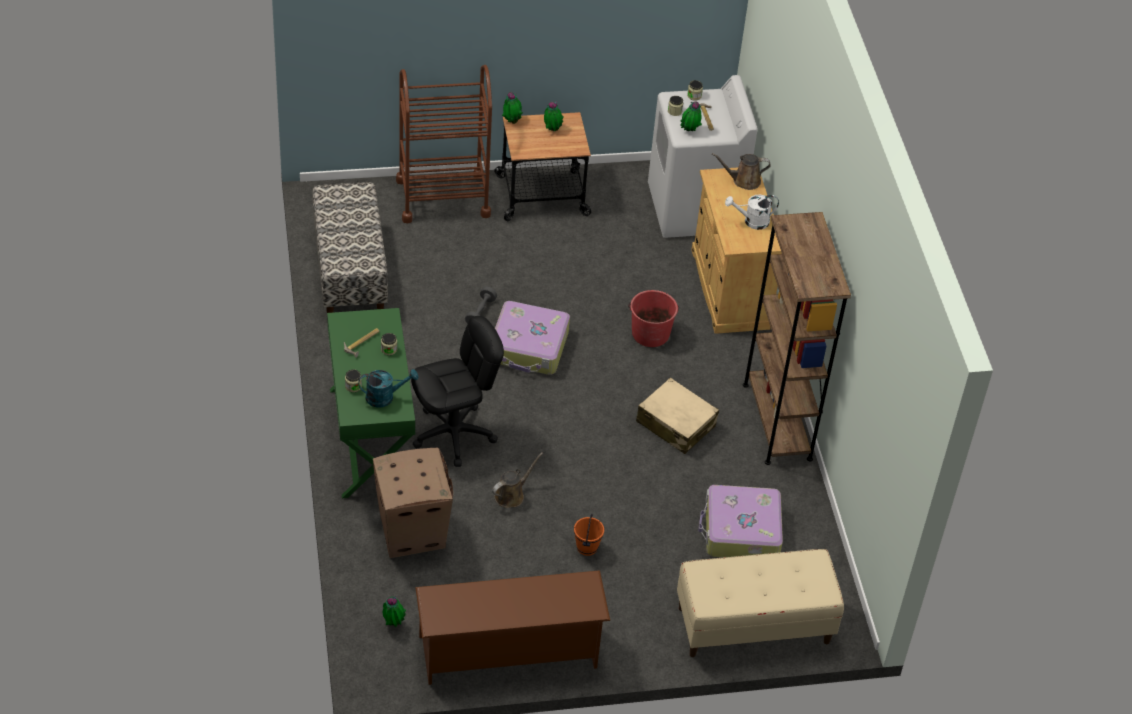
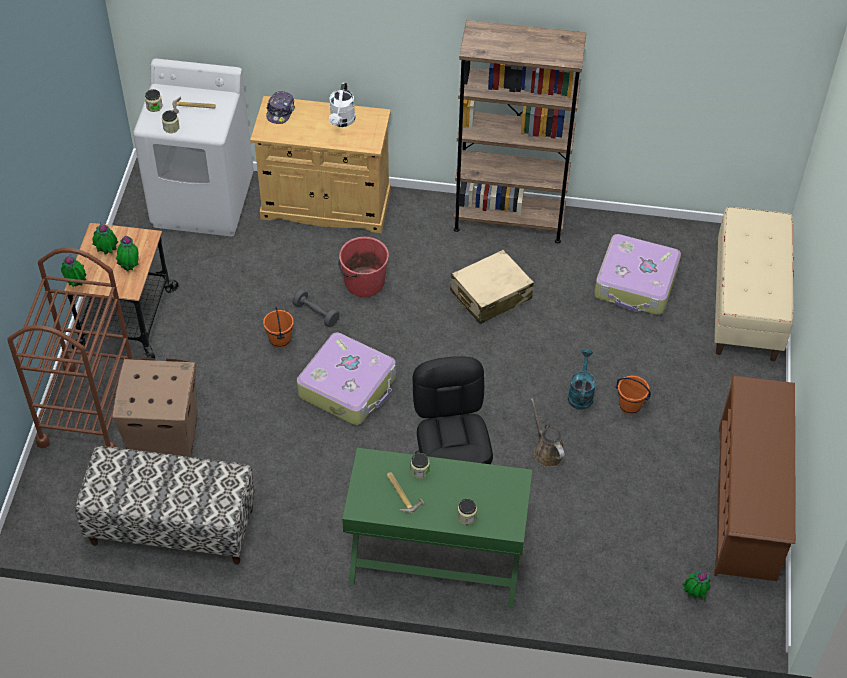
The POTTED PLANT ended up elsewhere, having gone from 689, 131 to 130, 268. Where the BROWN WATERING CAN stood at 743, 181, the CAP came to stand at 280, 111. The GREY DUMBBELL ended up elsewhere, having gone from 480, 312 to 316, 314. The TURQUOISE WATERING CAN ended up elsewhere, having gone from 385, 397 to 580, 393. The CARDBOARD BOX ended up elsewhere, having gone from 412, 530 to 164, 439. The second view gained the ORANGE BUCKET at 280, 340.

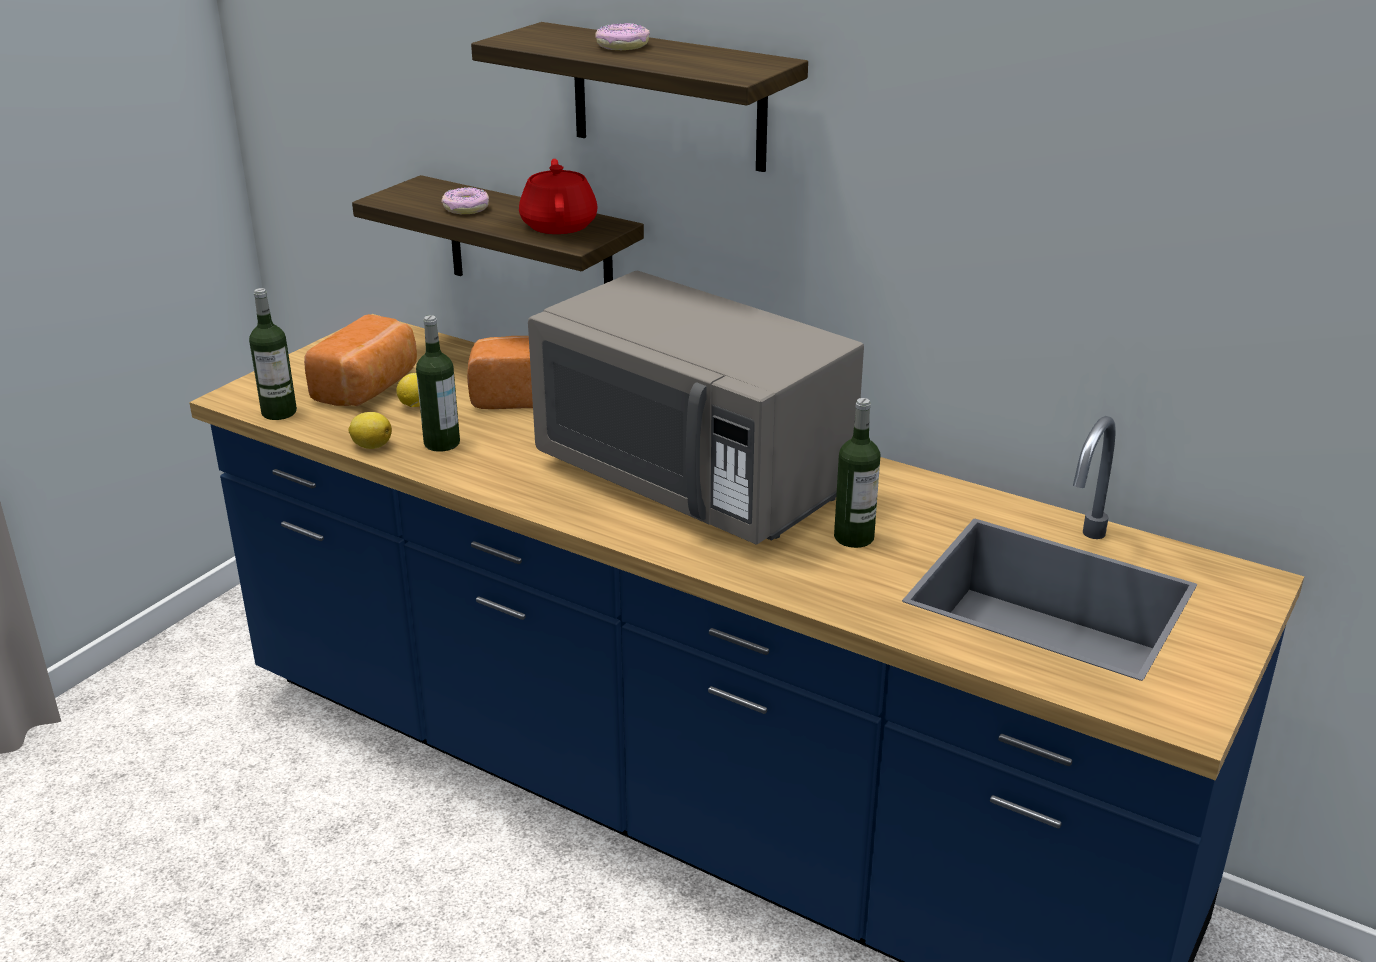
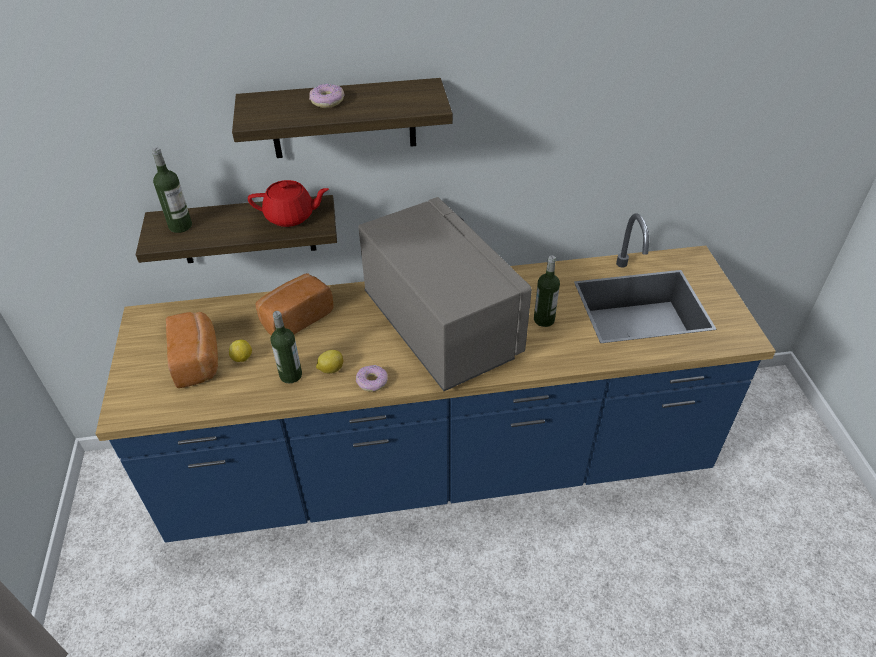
The RED TEAPOT at 559, 225 ended up facing another way, 135 degrees clockwise from before. The DONUT ended up elsewhere, having gone from 466, 208 to 372, 382. The GREY MICROWAVE at 693, 480 ended up facing another way, 120 degrees counterclockwise from before. The BOTTLE ended up elsewhere, having gone from 279, 412 to 180, 226. The LEMON ended up elsewhere, having gone from 371, 446 to 330, 369.

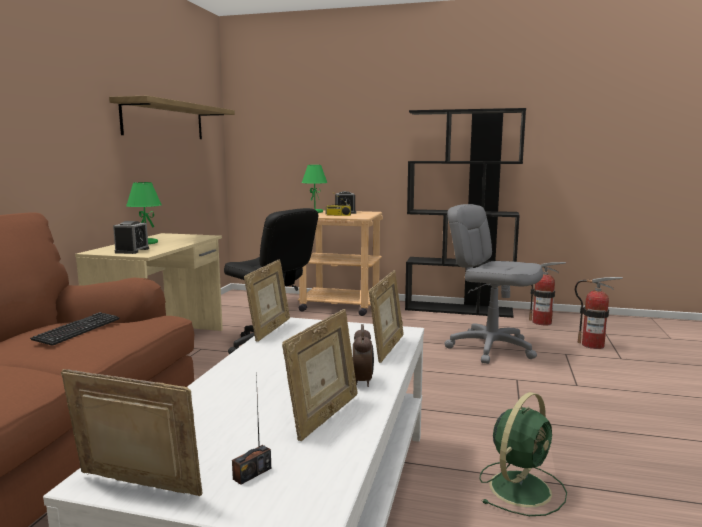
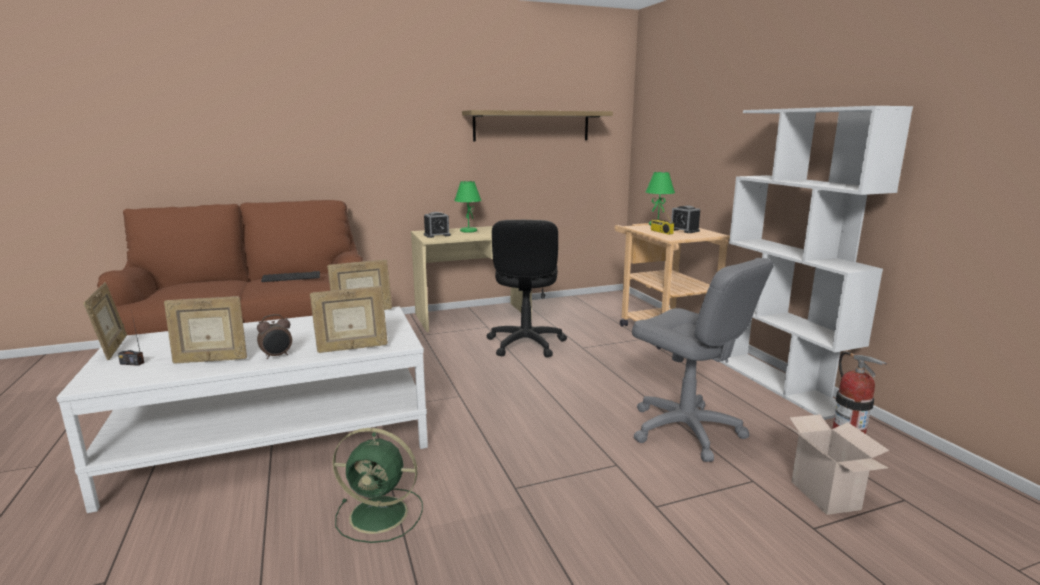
What was the BLACK BOOKCASE at 459, 309 turned into the WHITE BOOKCASE at 780, 384. The GREY OFFICE CHAIR at 490, 348 ended up facing another way, 135 degrees clockwise from before. Where the FIRE EXTINGUISHER stood at 593, 345, the CARDBOARD BOX came to stand at 827, 496.

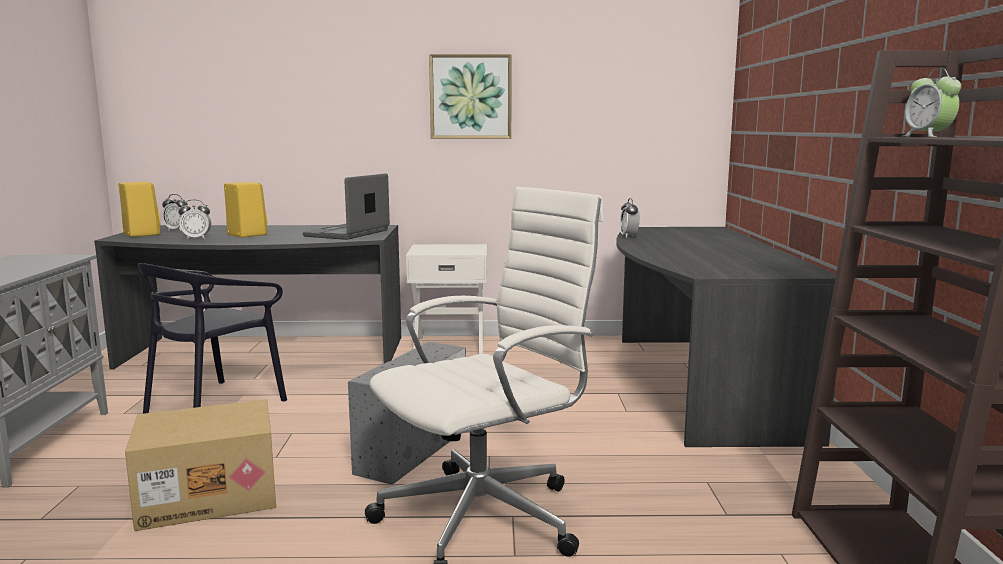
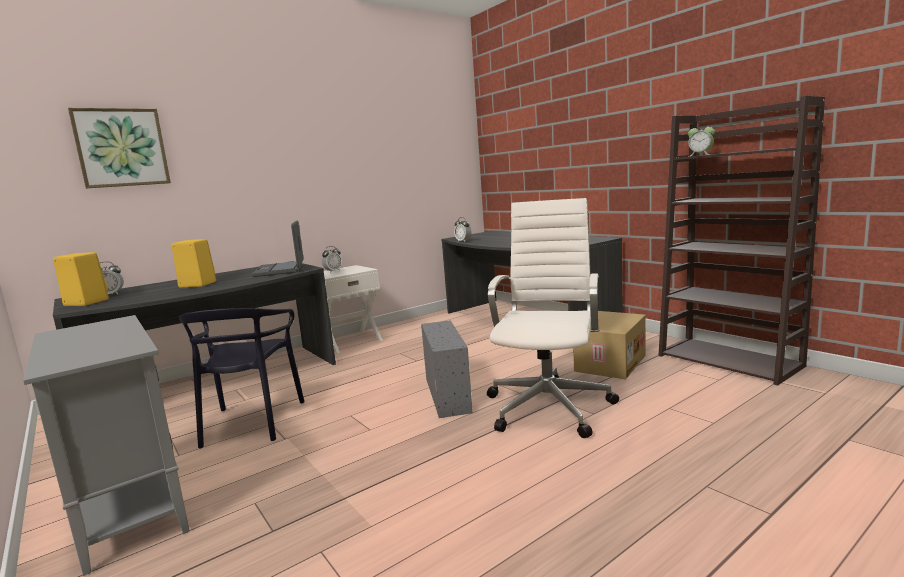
The PICTURE ended up elsewhere, having gone from 470, 97 to 121, 148. The ALARM CLOCK ended up elsewhere, having gone from 196, 238 to 333, 271. The CARDBOARD BOX ended up elsewhere, having gone from 210, 495 to 609, 363.

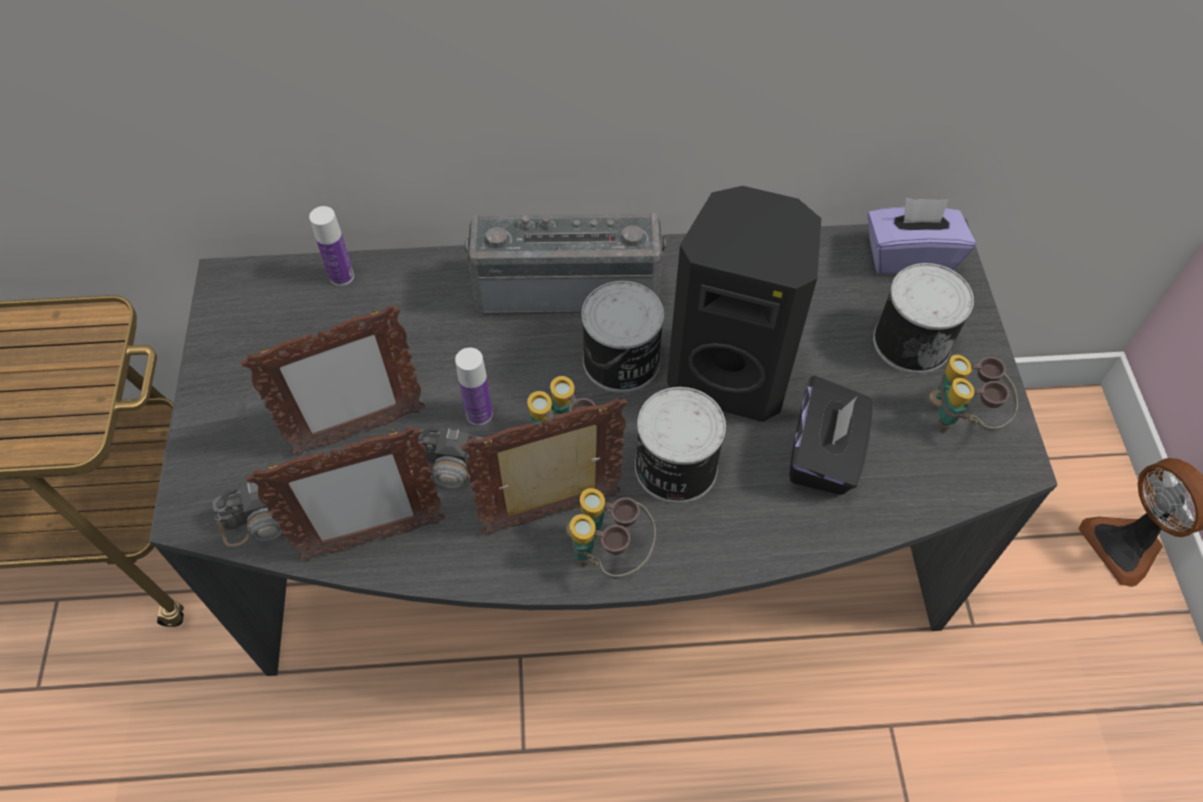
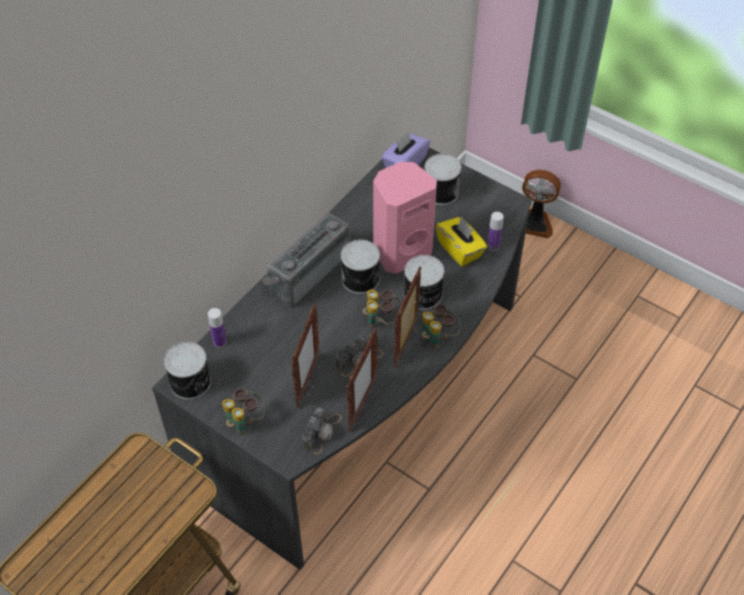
What was the BLACK SPEAKER at 731, 374 turned into the PINK SPEAKER at 400, 251. The BOTTLE ended up elsewhere, having gone from 479, 414 to 493, 246. The BINOCULARS ended up elsewhere, having gone from 961, 418 to 245, 421. What was the BLACK TISSUE BOX at 824, 455 turned into the YELLOW TISSUE BOX at 460, 250. The second view gained the CAN at 191, 382.

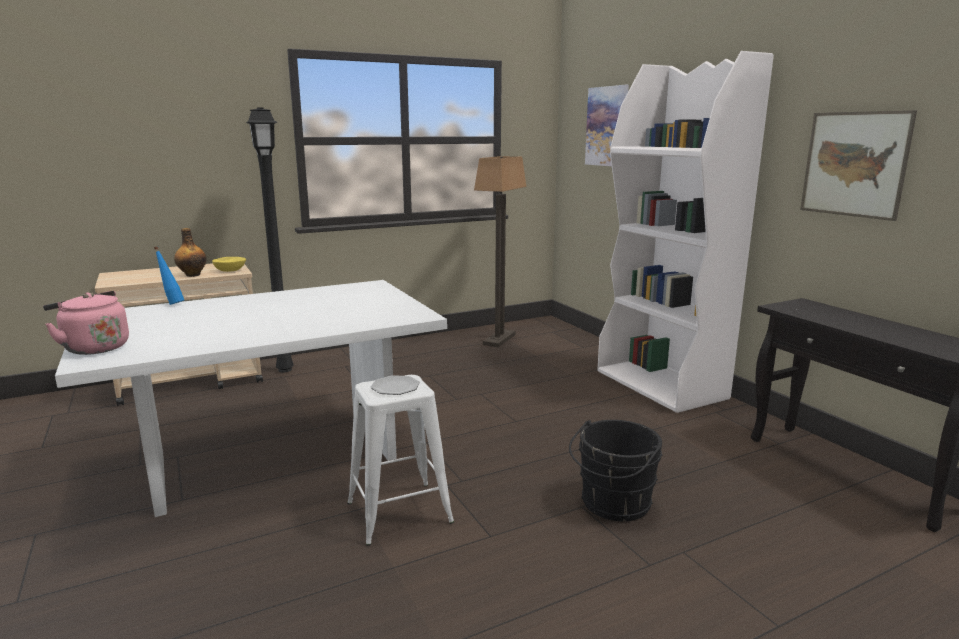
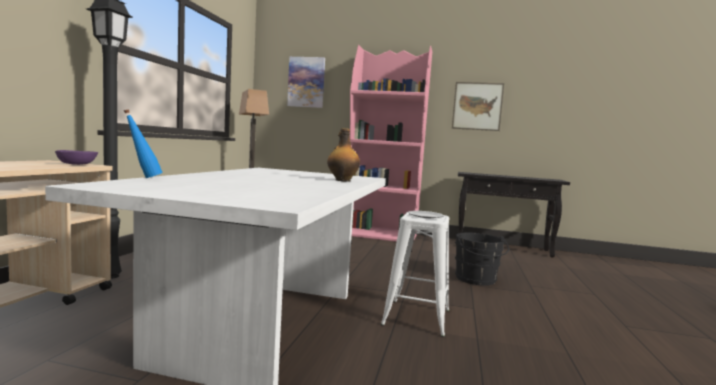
What was the WHITE BOOKCASE at 661, 385 turned into the PINK BOOKCASE at 380, 235. The BOTTLE ended up elsewhere, having gone from 192, 275 to 342, 180. What was the YELLOW BOWL at 230, 271 turned into the PURPLE BOWL at 77, 164. The second view lost the PINK KETTLE at 94, 348.

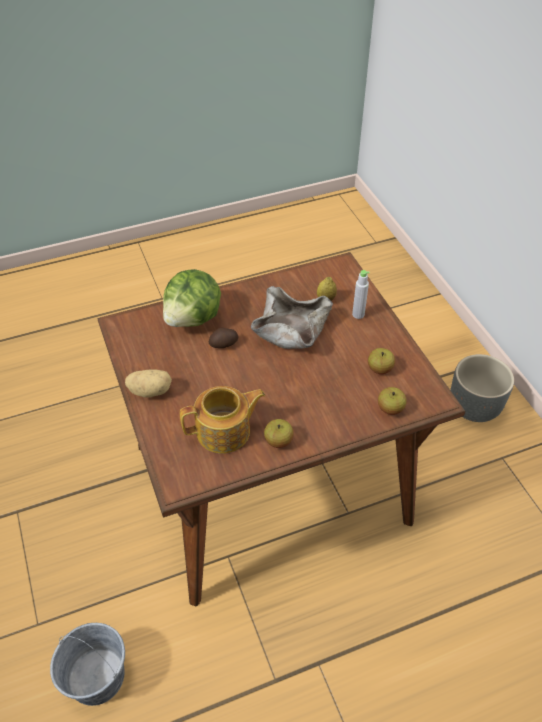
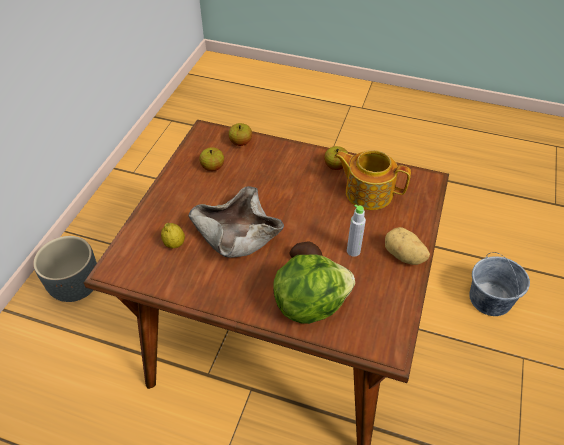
The GREY BOTTLE ended up elsewhere, having gone from 358, 314 to 353, 251.

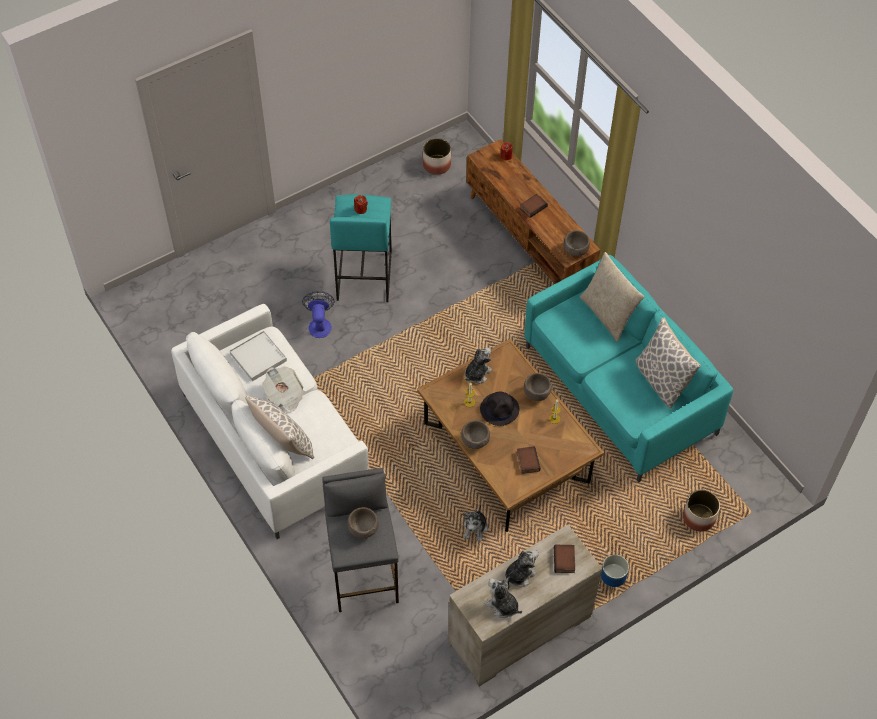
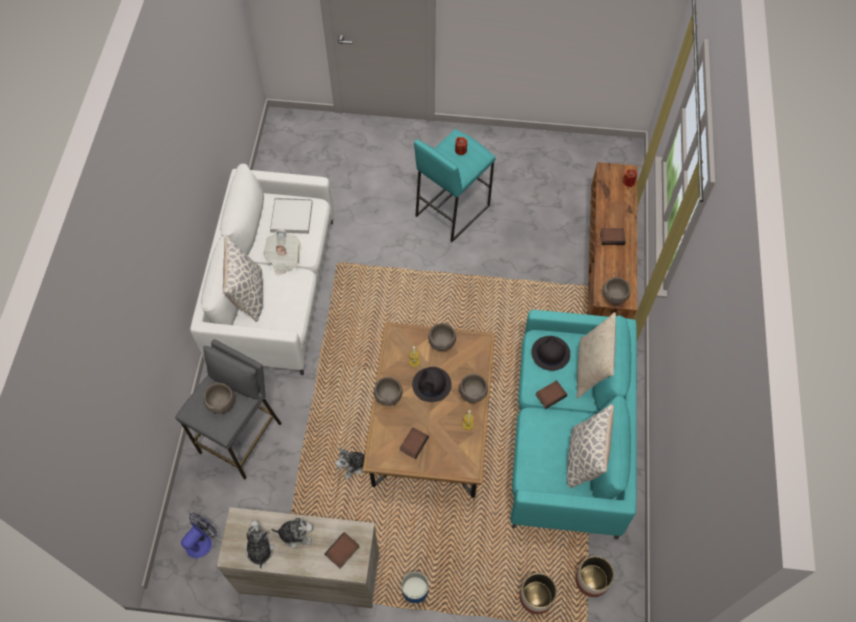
The PLANTER ended up elsewhere, having gone from 436, 165 to 591, 580. The FAN ended up elsewhere, having gone from 319, 324 to 202, 541. Where the PLUSH TOY stood at 477, 373, the BROWN BOWL came to stand at 441, 343. The second view gained the BLACK HAT at 550, 353. The second view gained the BOOK at 550, 395.

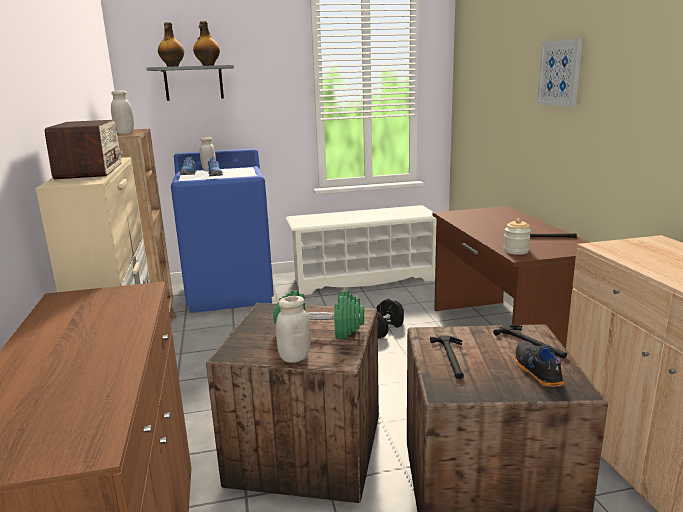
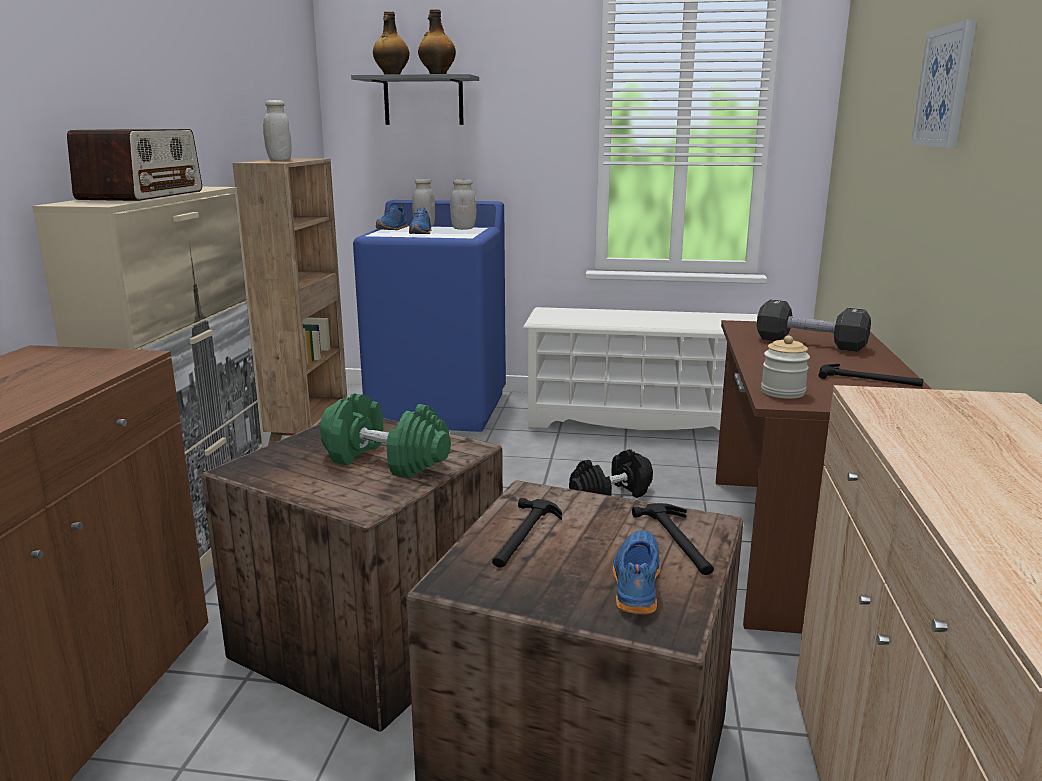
The WHITE JAR ended up elsewhere, having gone from 294, 357 to 463, 228. What was the BLACK SHOE at 536, 371 turned into the BLUE SHOE at 635, 583. The second view gained the BLACK DUMBBELL at 810, 343.

